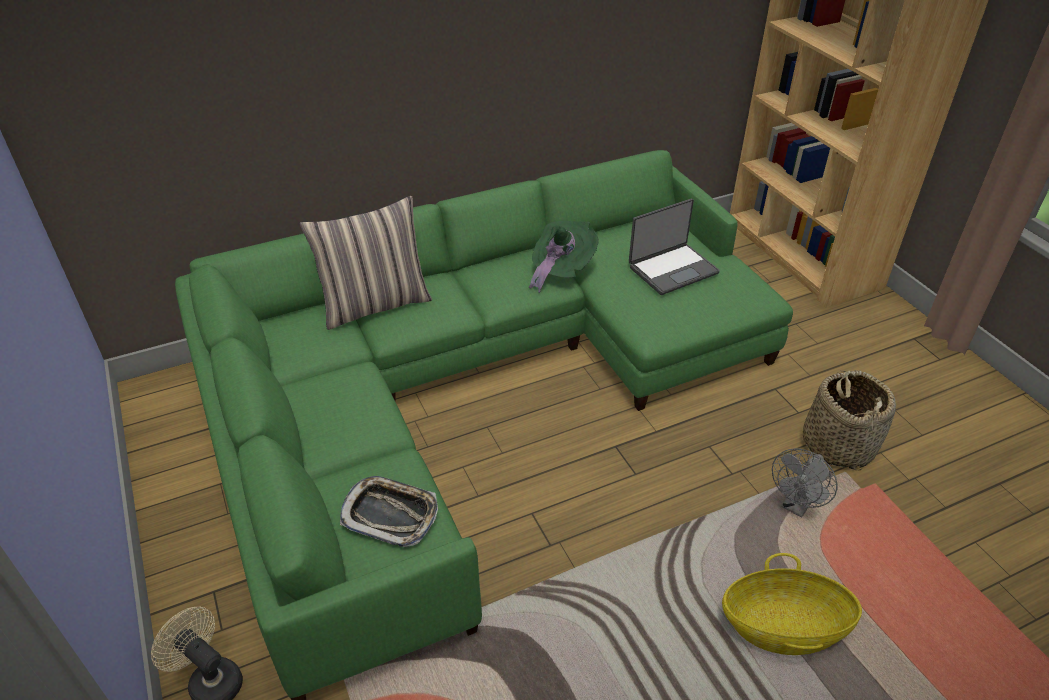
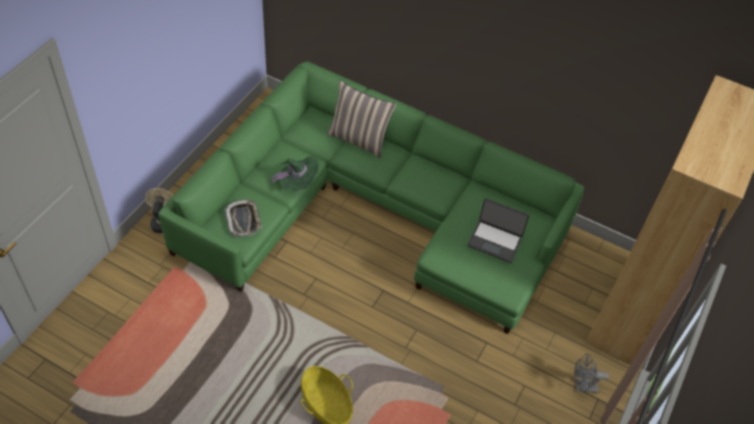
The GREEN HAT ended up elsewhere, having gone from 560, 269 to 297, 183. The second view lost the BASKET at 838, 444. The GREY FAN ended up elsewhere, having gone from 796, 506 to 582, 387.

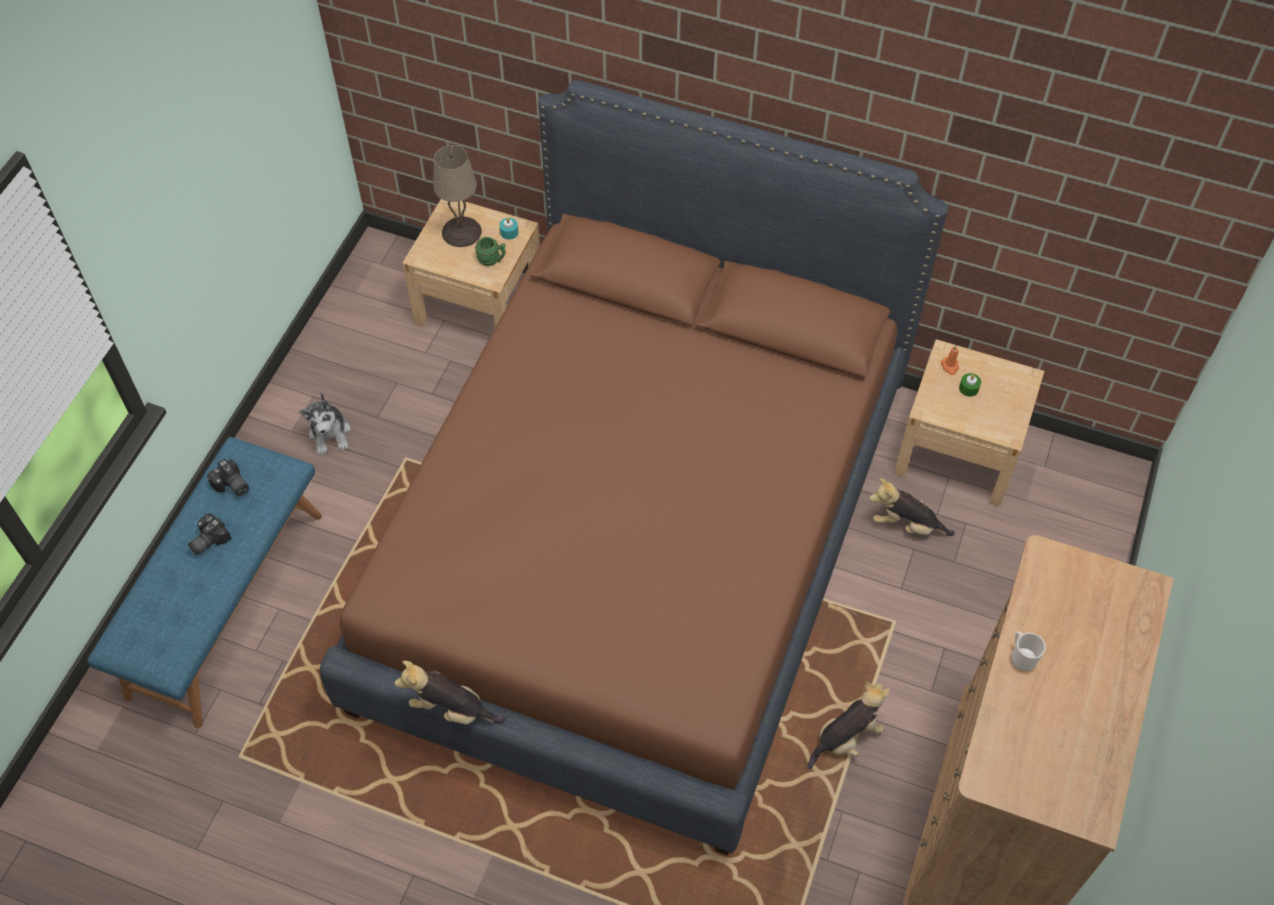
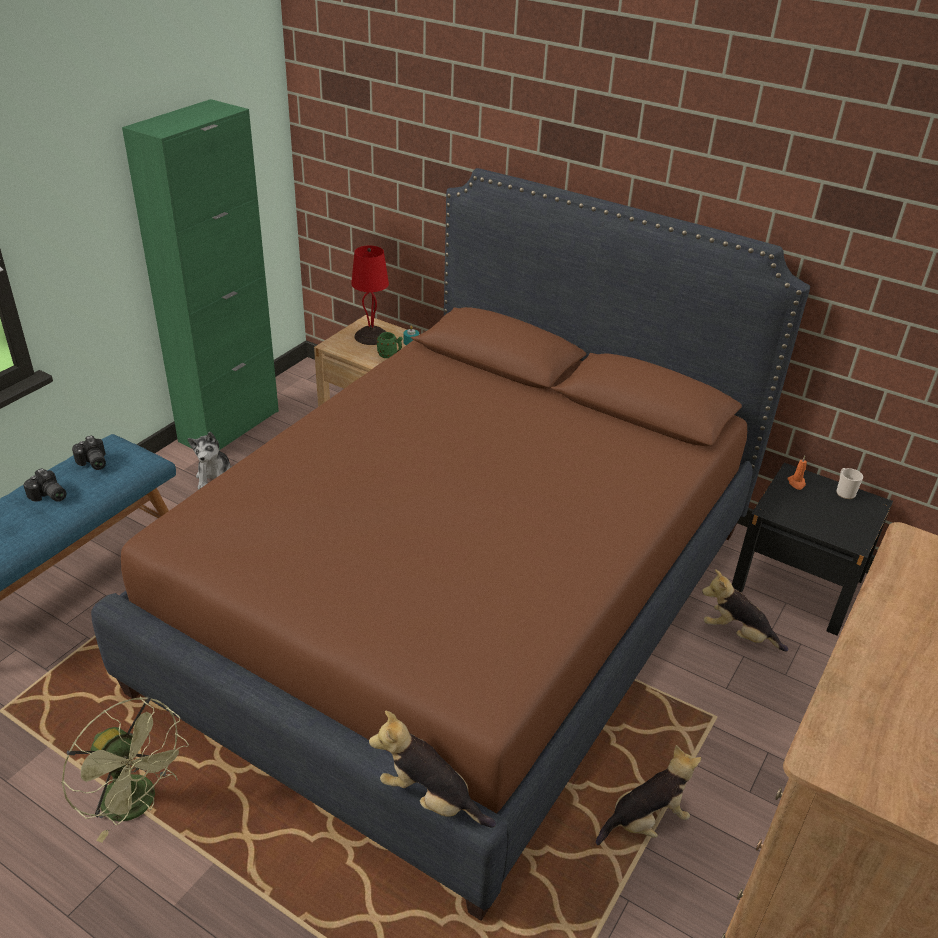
What was the BEIGE TABLE LAMP at 461, 231 turned into the RED TABLE LAMP at 371, 336. What was the BEIGE NIGHTSTAND at 958, 451 turned into the BLACK NIGHTSTAND at 797, 584. The second view lost the GREEN CANDLE at 968, 388. The PHOTO CAMERA at 208, 540 ended up facing another way, 105 degrees counterclockwise from before. The MUG ended up elsewhere, having gone from 1022, 657 to 844, 492. The PLUSH TOY ended up elsewhere, having gone from 452, 709 to 430, 798. The second view gained the GREEN CABINET at 229, 426. The second view gained the GREEN FAN at 138, 804.

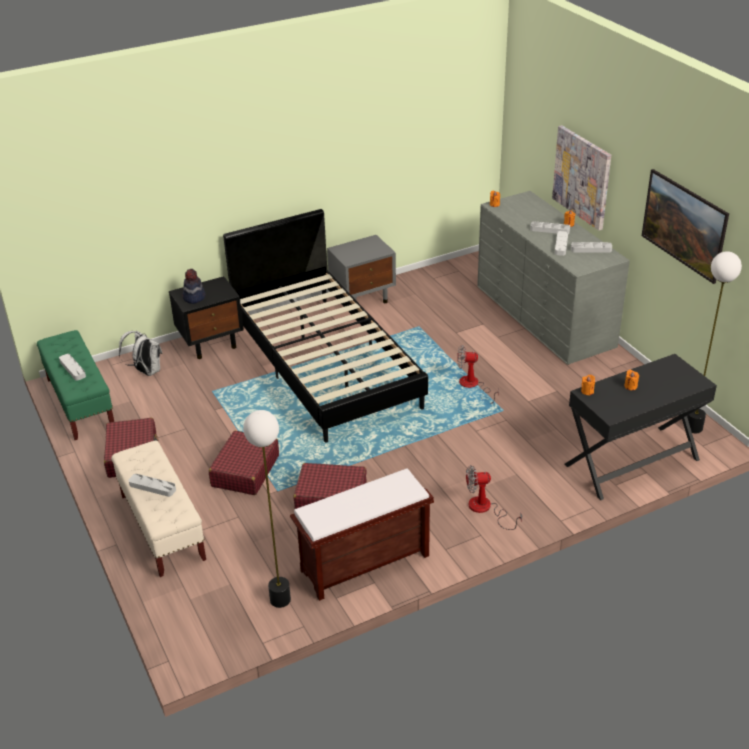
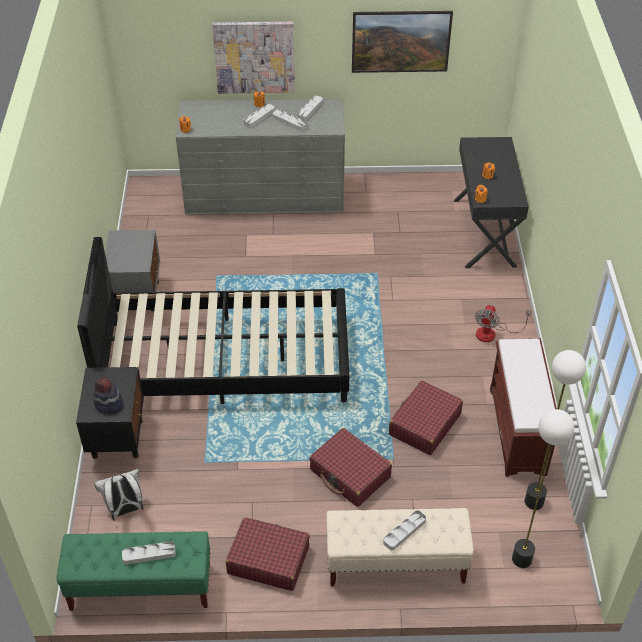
The FLOOR LAMP ended up elsewhere, having gone from 693, 428 to 521, 559. The second view lost the FAN at 473, 386.

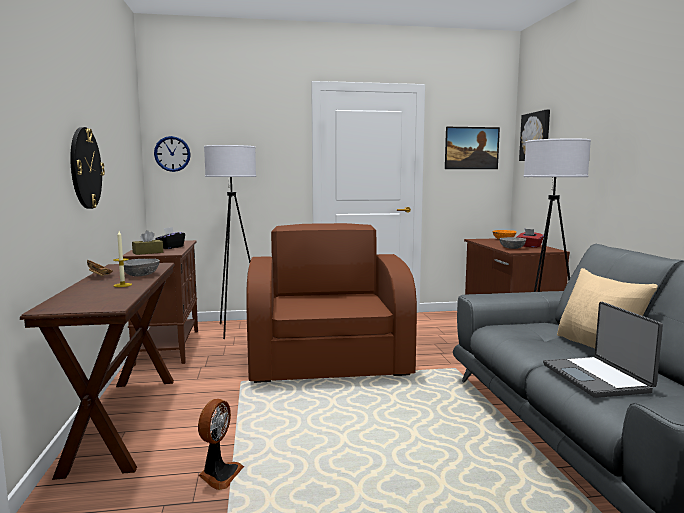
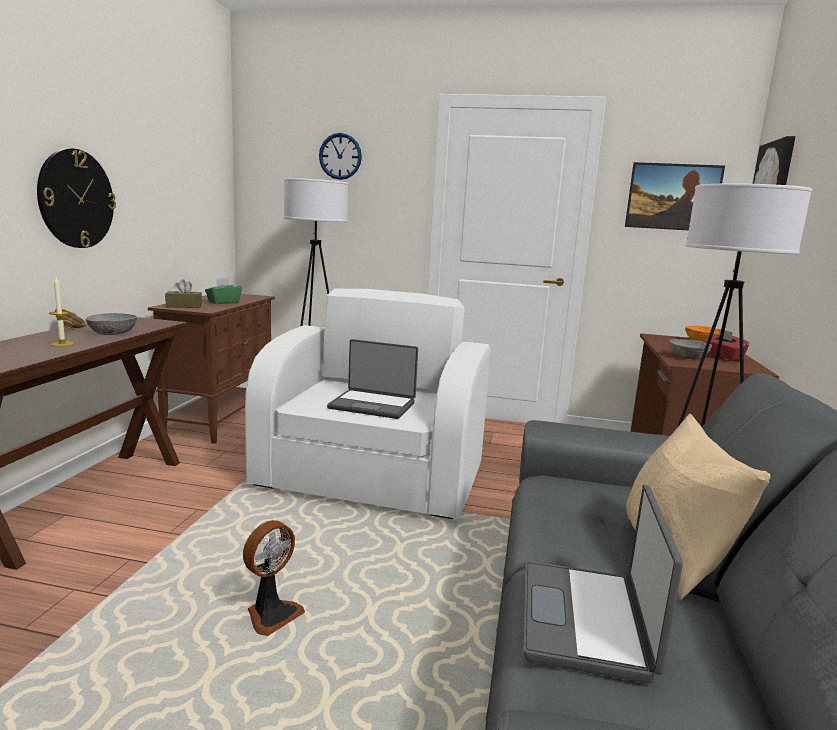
The WALL CLOCK ended up elsewhere, having gone from 172, 154 to 340, 156. What was the BROWN ARMCHAIR at 329, 363 turned into the WHITE ARMCHAIR at 372, 478. What was the BLACK TISSUE BOX at 170, 247 turned into the GREEN TISSUE BOX at 223, 302. The FAN ended up elsewhere, having gone from 219, 474 to 271, 615. The second view gained the LAPTOP at 373, 405.

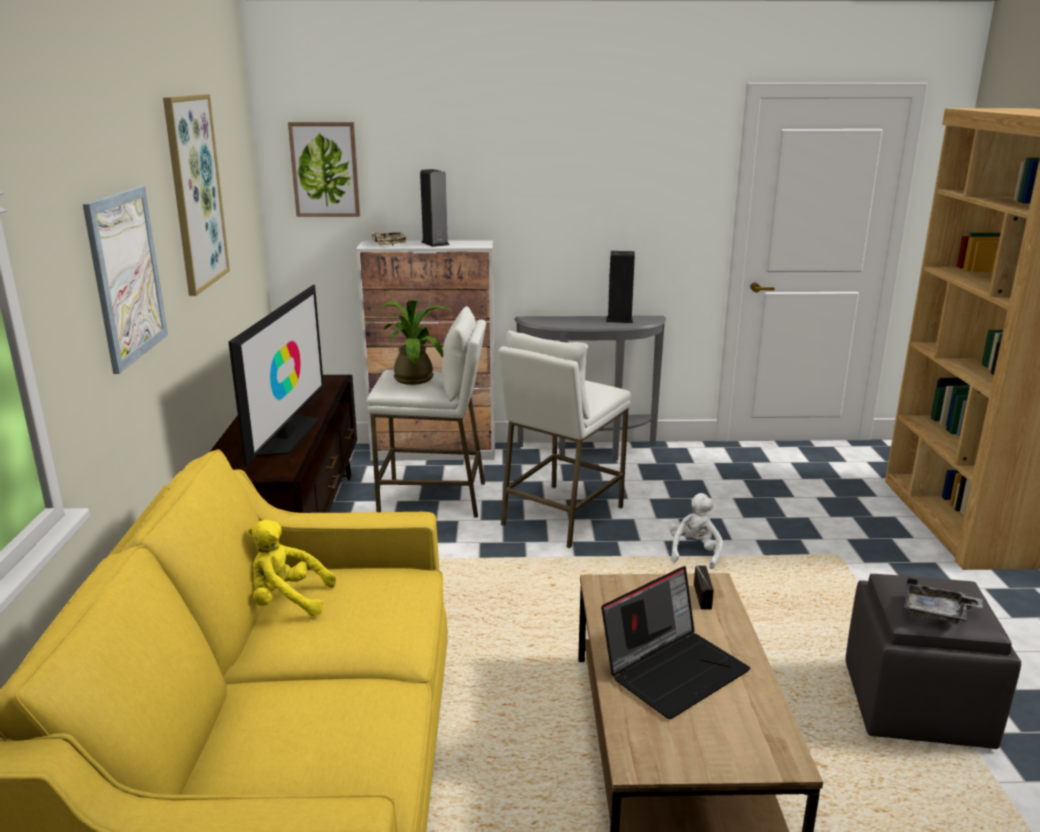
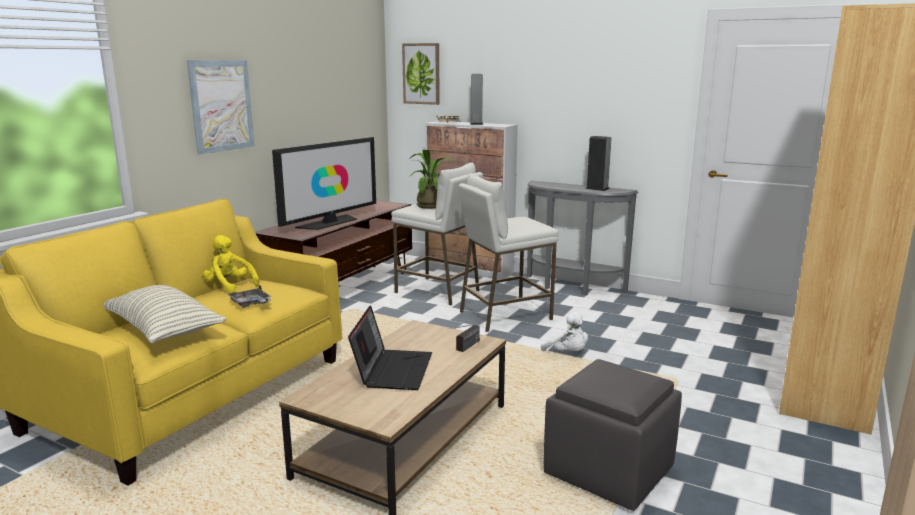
The second view lost the PICTURE at 195, 192. The WHITE PLUSH TOY at 694, 553 ended up facing another way, 90 degrees clockwise from before. The LAPTOP at 674, 669 ended up facing another way, 75 degrees counterclockwise from before. The GREY TRAY ended up elsewhere, having gone from 937, 612 to 251, 304. The second view gained the PILLOW at 163, 330.

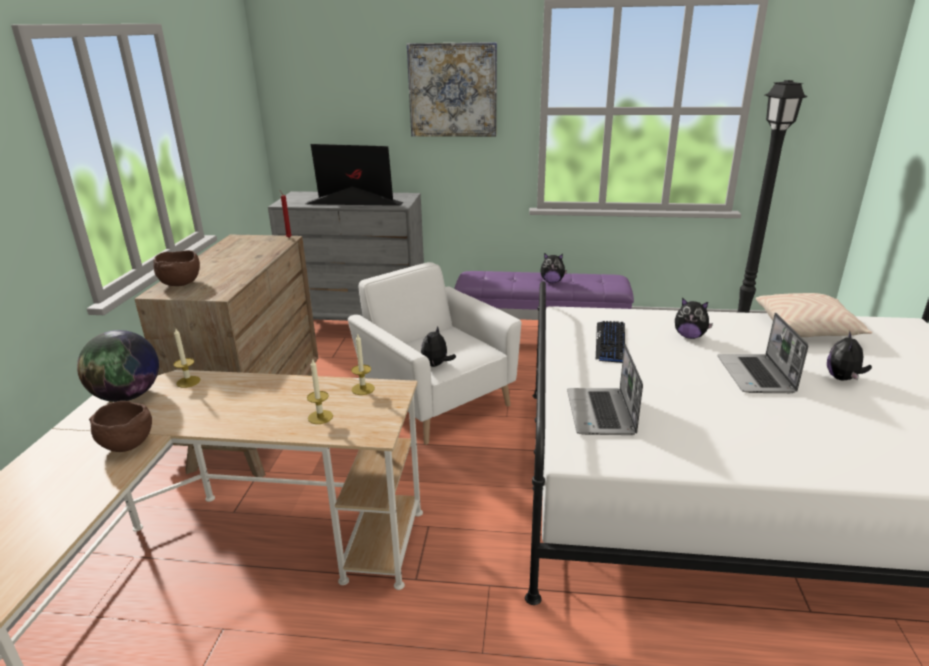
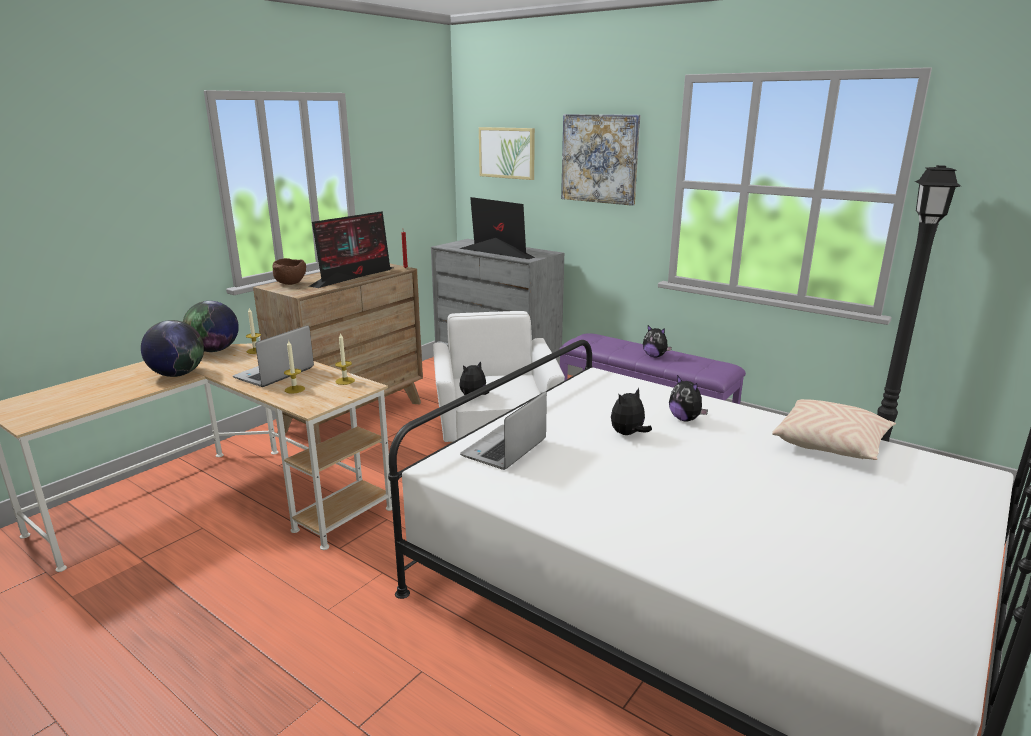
The LAPTOP ended up elsewhere, having gone from 756, 375 to 274, 374. The second view lost the KEYBOARD at 610, 342. The PLUSH TOY ended up elsewhere, having gone from 843, 378 to 628, 434. Where the BROWN BOWL stood at 126, 445, the GLOBE came to stand at 177, 374. The second view gained the PICTURE at 507, 153. The second view gained the MONITOR at 355, 276.

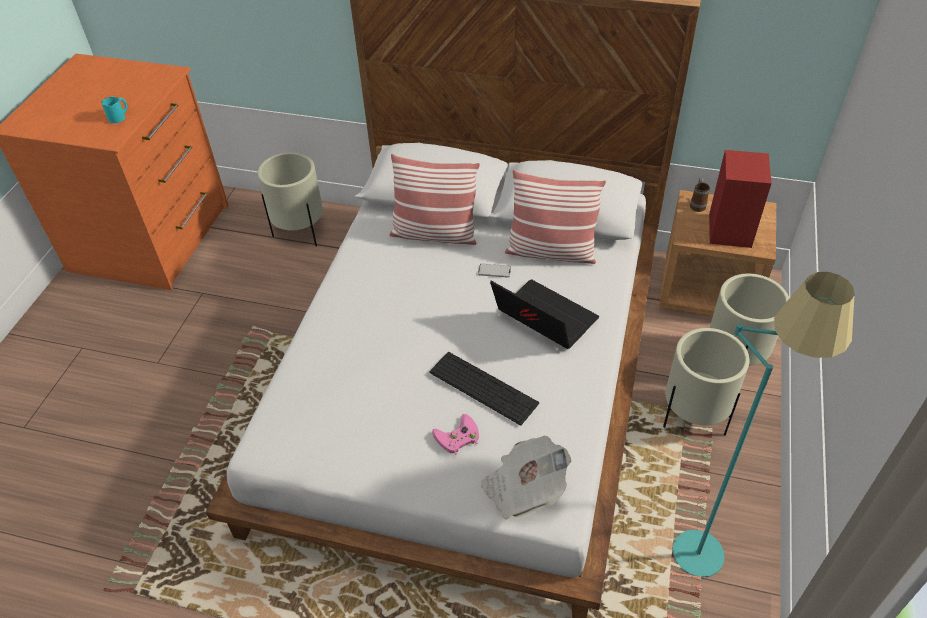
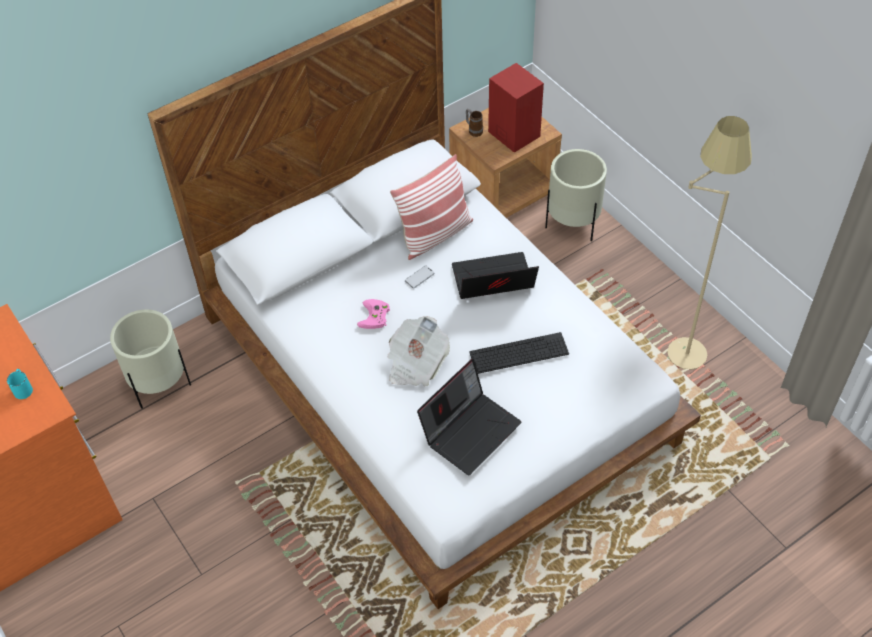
The second view lost the PILLOW at 434, 233. What was the TURQUOISE FLOOR LAMP at 713, 538 turned into the BEIGE FLOOR LAMP at 684, 338. The second view lost the BEIGE PLANTER at 694, 417. The PINK GAME CONTROLLER ended up elsewhere, having gone from 457, 438 to 375, 317. The NEWSPAPER ended up elsewhere, having gone from 524, 488 to 416, 363. The second view gained the LAPTOP at 470, 430.

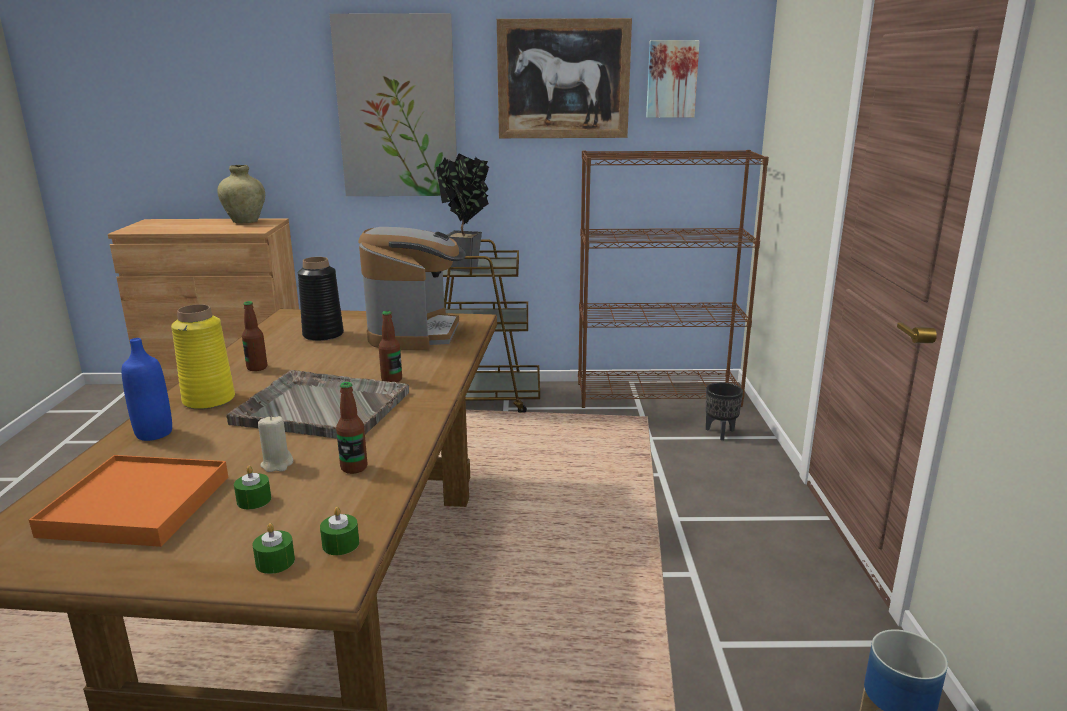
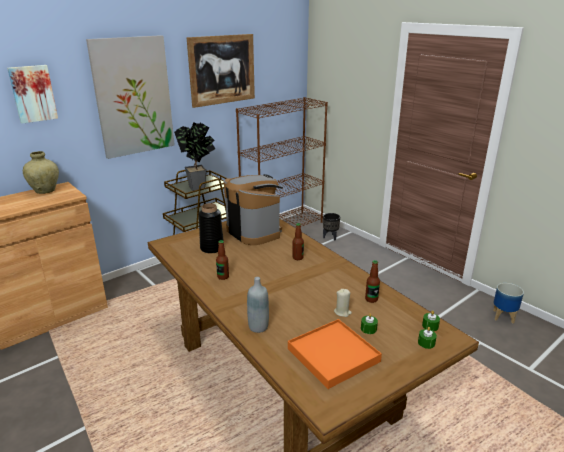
The PICTURE ended up elsewhere, having gone from 671, 79 to 33, 93. The second view lost the YELLOW VASE at 209, 400. What was the BLUE BOTTLE at 154, 433 turned into the GREY BOTTLE at 258, 327. The second view lost the GREY TRAY at 321, 407.

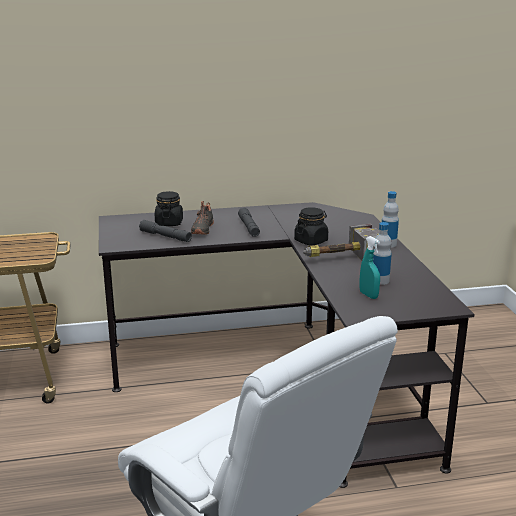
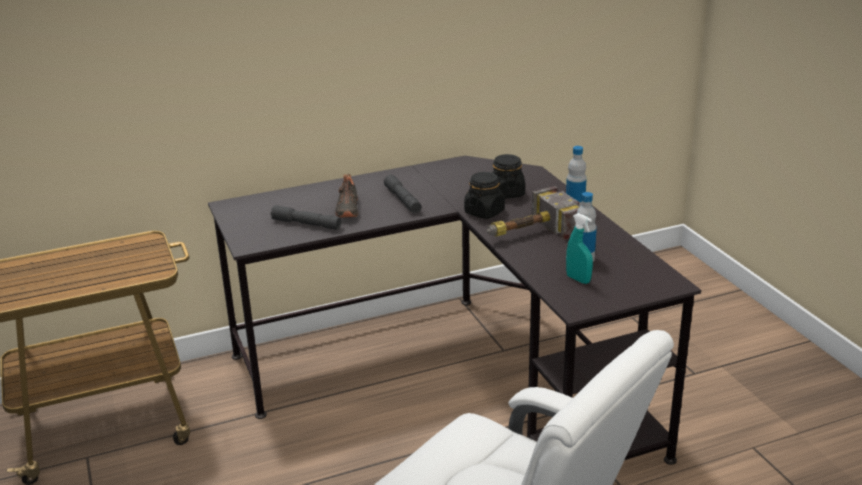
The BLACK JAR ended up elsewhere, having gone from 169, 223 to 506, 193.

